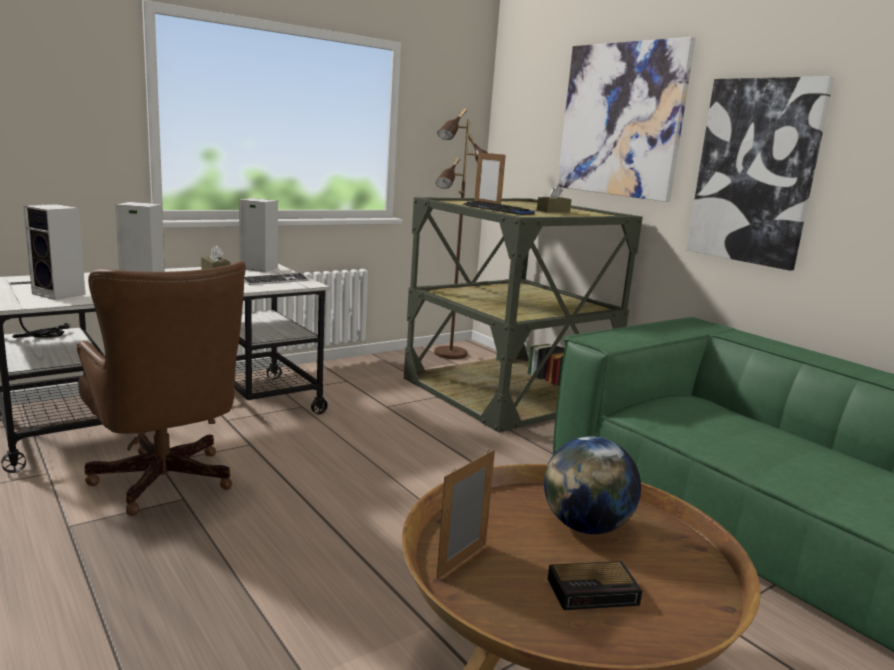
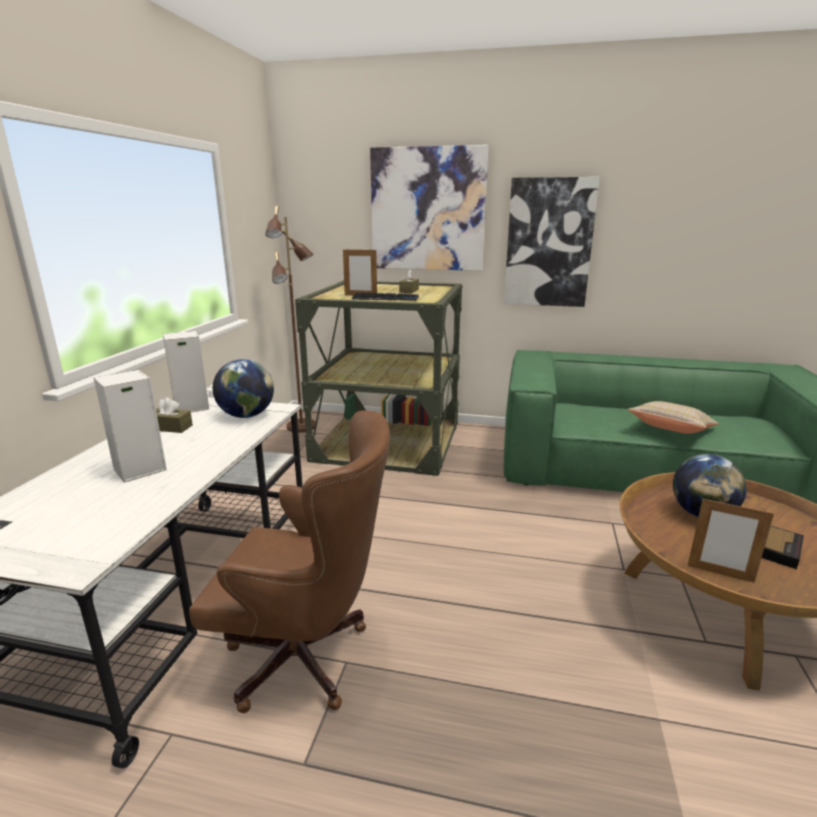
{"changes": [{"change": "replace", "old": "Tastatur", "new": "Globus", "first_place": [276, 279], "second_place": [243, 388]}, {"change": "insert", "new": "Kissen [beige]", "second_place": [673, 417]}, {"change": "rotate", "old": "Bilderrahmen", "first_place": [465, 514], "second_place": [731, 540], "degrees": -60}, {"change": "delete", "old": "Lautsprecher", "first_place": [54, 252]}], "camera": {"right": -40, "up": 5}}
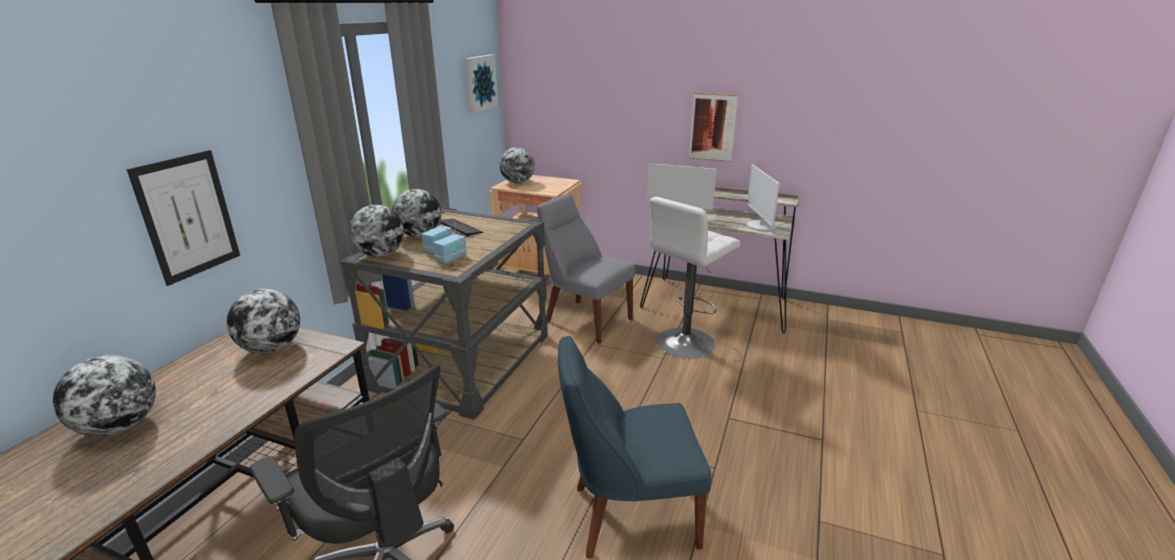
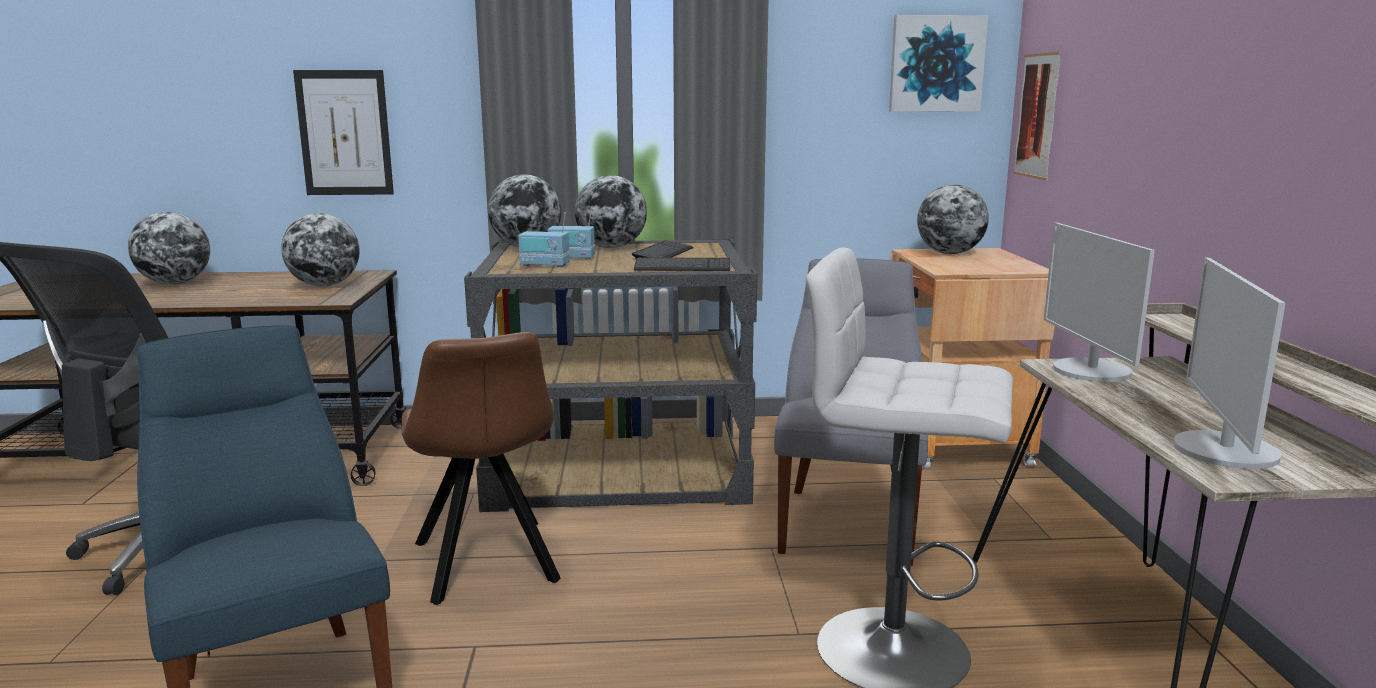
{"changes": [{"change": "insert", "new": "Stuhl [braun]", "second_place": [481, 468]}, {"change": "insert", "new": "Tastatur", "second_place": [682, 264]}, {"change": "move", "old": "Bild", "first_place": [713, 127], "second_place": [1037, 116]}, {"change": "rotate", "old": "Monitor", "first_place": [763, 198], "second_place": [1229, 363], "degrees": -45}], "camera": {"right": 65, "up": -10}}
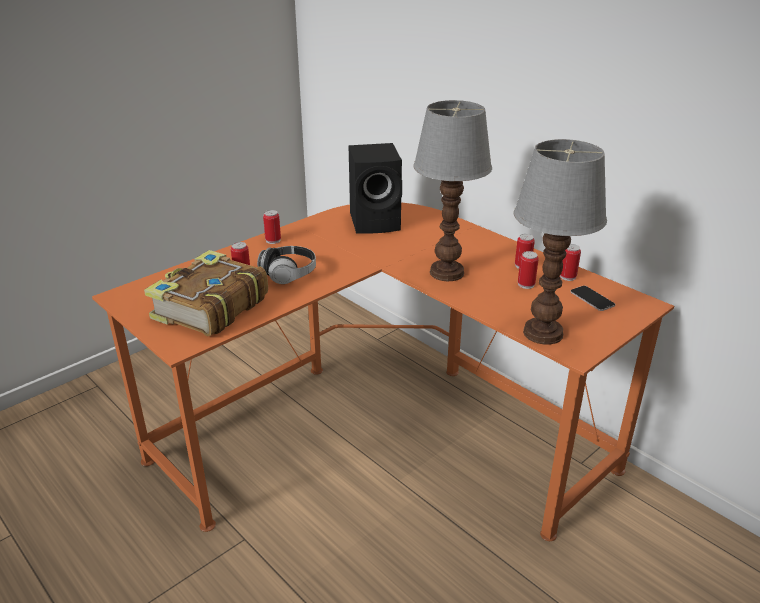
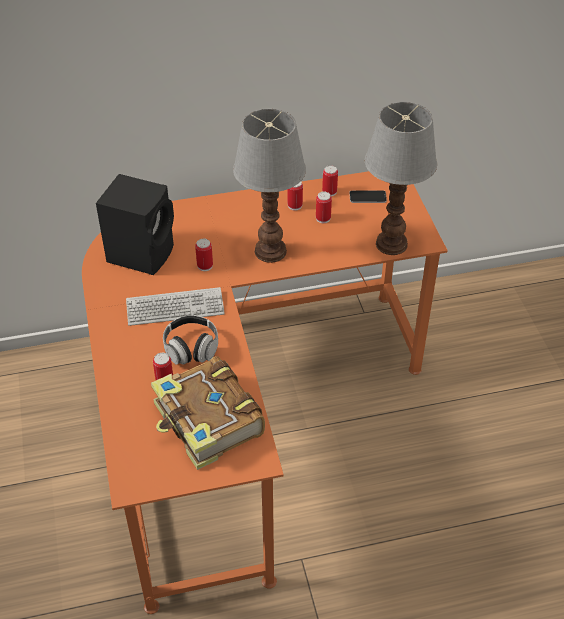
{"changes": [{"change": "insert", "new": "Tastatur", "second_place": [175, 306]}, {"change": "move", "old": "Dose", "first_place": [272, 227], "second_place": [204, 255]}], "camera": {"right": -60, "up": 15}}
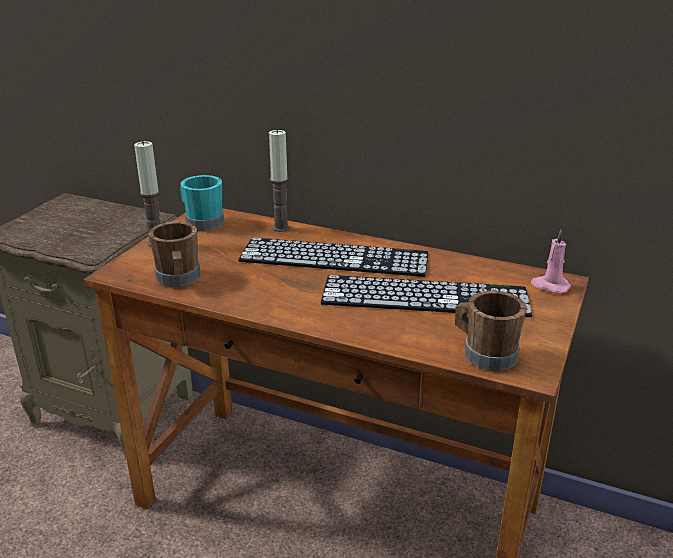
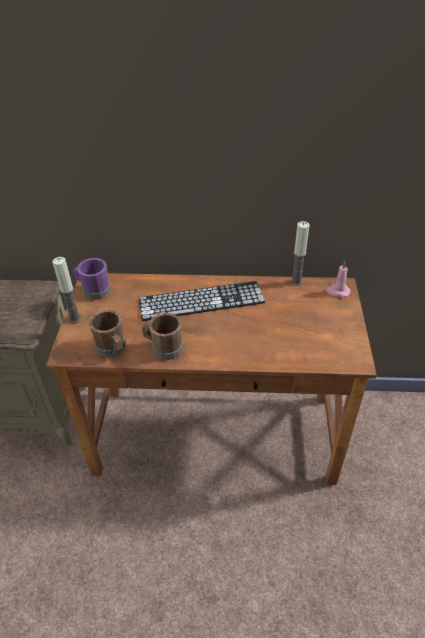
{"changes": [{"change": "recolor", "old": "Henkelbecher [türkis]", "new": "Henkelbecher [lila]", "first_place": [202, 203], "second_place": [92, 279]}, {"change": "move", "old": "Henkelbecher [braun]", "first_place": [491, 330], "second_place": [162, 336]}, {"change": "move", "old": "Kerze", "first_place": [279, 180], "second_place": [300, 253]}, {"change": "delete", "old": "Tastatur", "first_place": [426, 296]}], "camera": {"right": -20, "up": 15}}
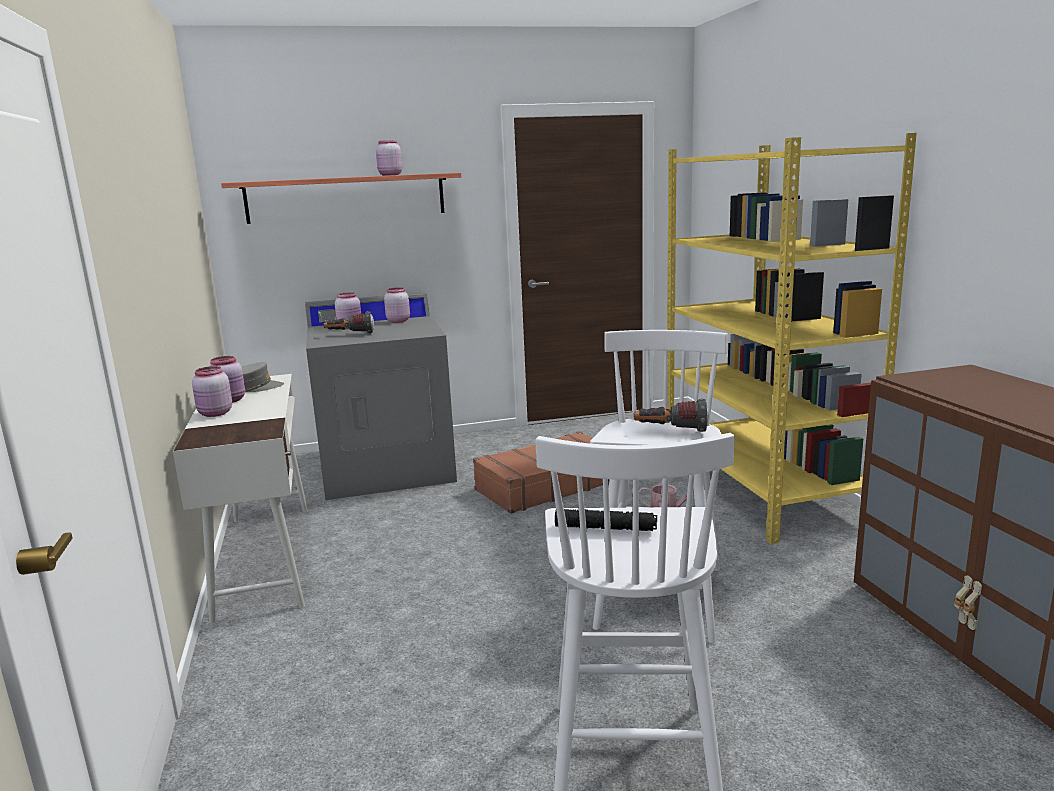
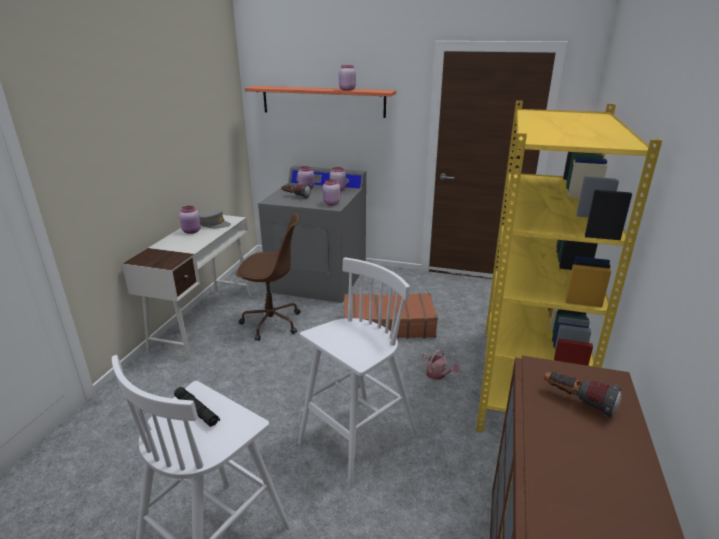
{"changes": [{"change": "insert", "new": "Bürostuhl [braun]", "second_place": [268, 277]}, {"change": "move", "old": "Vorratsglas [rosa]", "first_place": [212, 391], "second_place": [331, 192]}, {"change": "move", "old": "Taschenlampe", "first_place": [671, 415], "second_place": [582, 395]}], "camera": {"right": 30, "up": 10}}
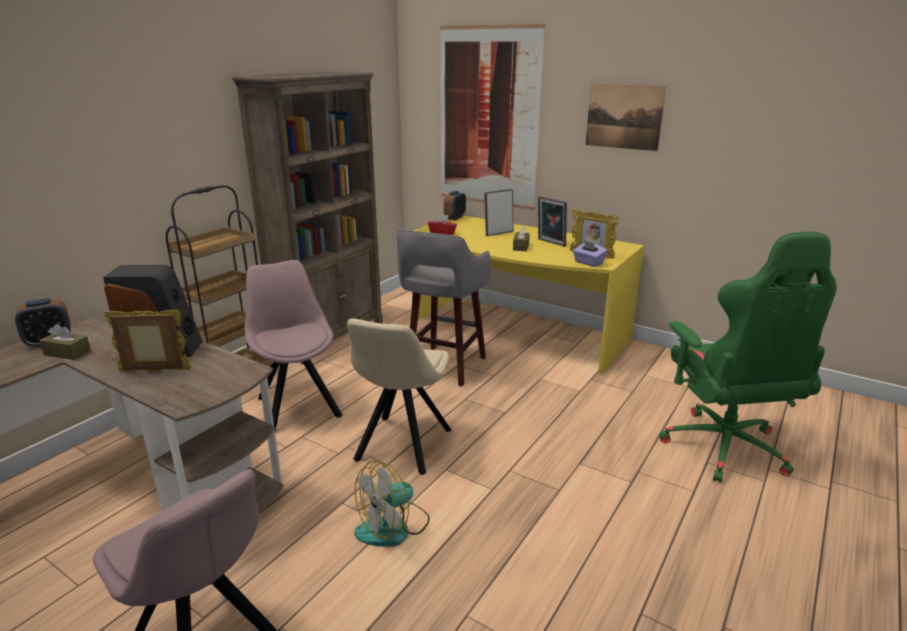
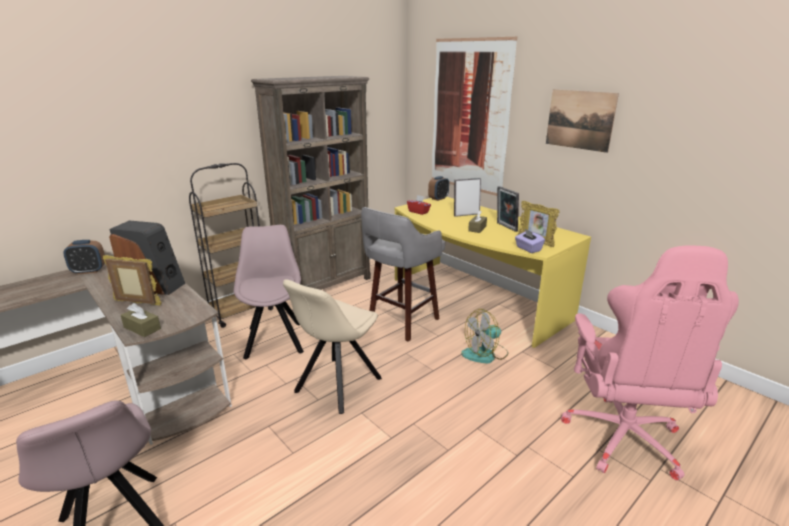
{"changes": [{"change": "move", "old": "Taschentuchbox [braun]", "first_place": [65, 342], "second_place": [141, 320]}, {"change": "move", "old": "Ventilator", "first_place": [392, 504], "second_place": [484, 336]}, {"change": "recolor", "old": "Bürostuhl [grün]", "new": "Bürostuhl [rosa]", "first_place": [748, 357], "second_place": [650, 362]}], "camera": {"right": 15, "up": 0}}
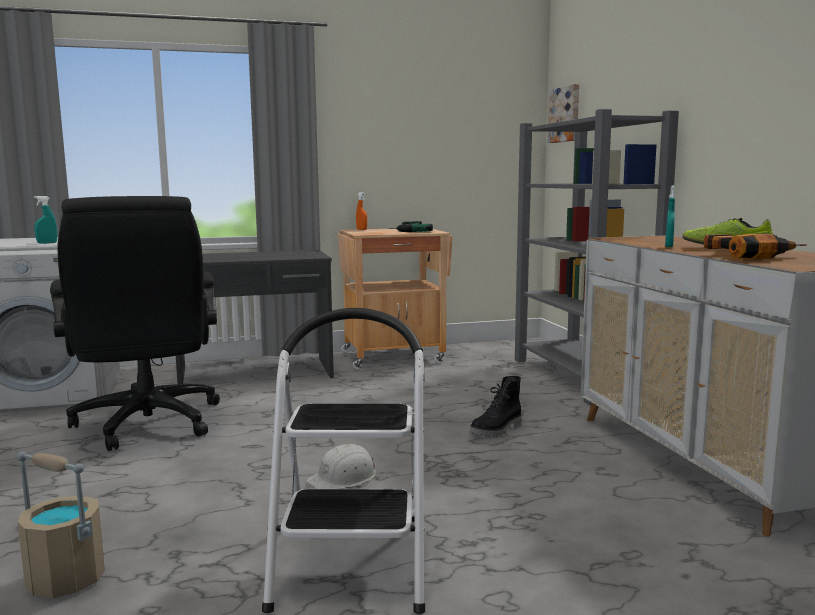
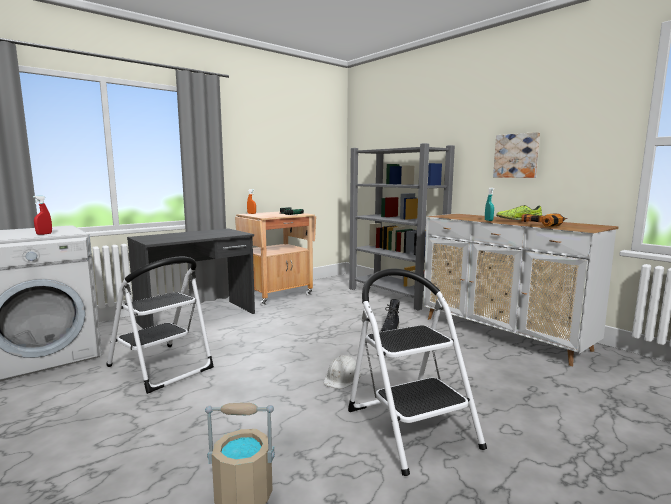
{"changes": [{"change": "recolor", "old": "Sprühflasche [türkis]", "new": "Sprühflasche [rot]", "first_place": [45, 220], "second_place": [42, 215]}, {"change": "replace", "old": "Bürostuhl [schwarz]", "new": "Trittleiter", "first_place": [135, 323], "second_place": [160, 325]}, {"change": "move", "old": "Bild", "first_place": [563, 113], "second_place": [516, 155]}], "camera": {"right": -25, "up": 0}}
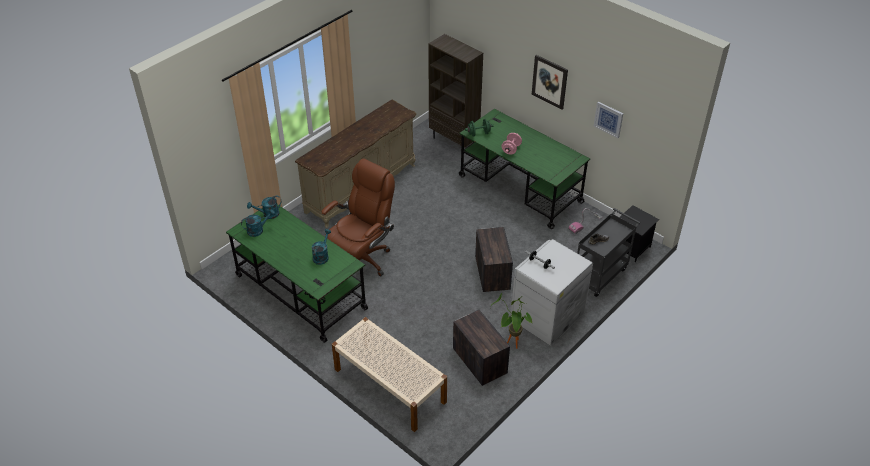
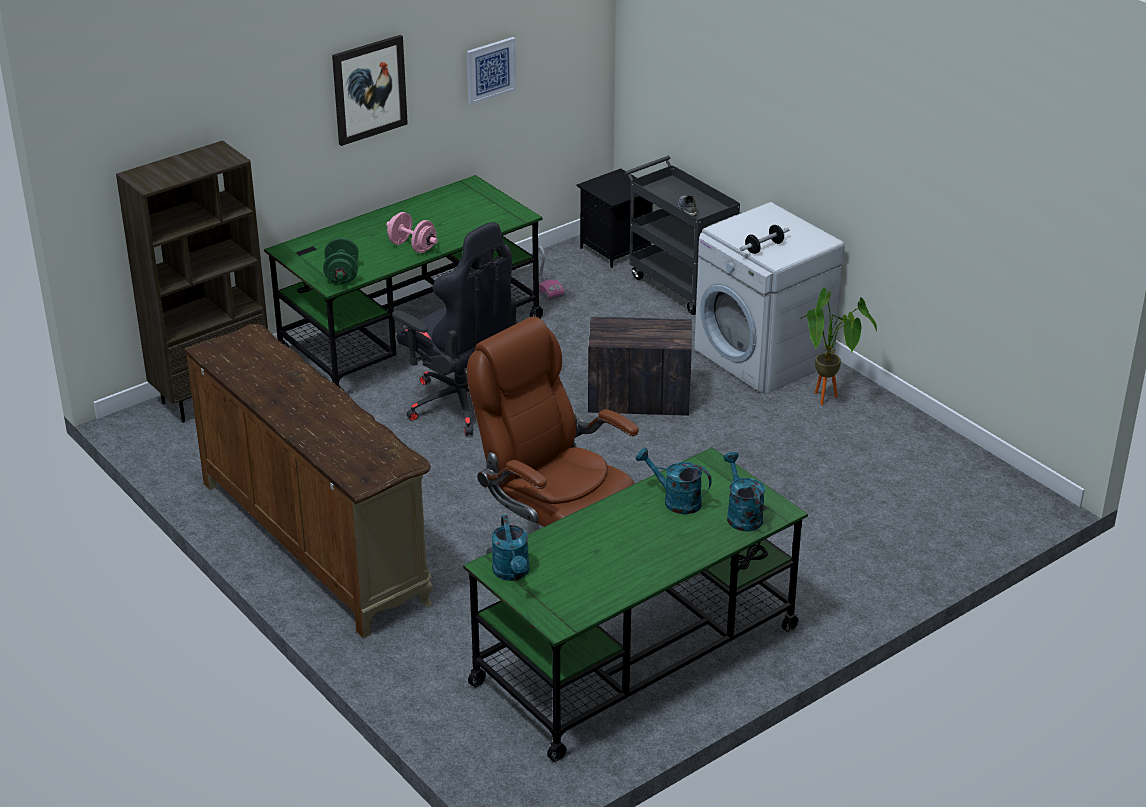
{"changes": [{"change": "insert", "new": "Bürostuhl [schwarz]", "second_place": [455, 329]}, {"change": "move", "old": "Gießkanne [türkis]", "first_place": [258, 223], "second_place": [744, 492]}, {"change": "delete", "old": "Bank [beige]", "first_place": [389, 374]}, {"change": "delete", "old": "Kiste", "first_place": [481, 348]}], "camera": {"right": -80, "up": -10}}
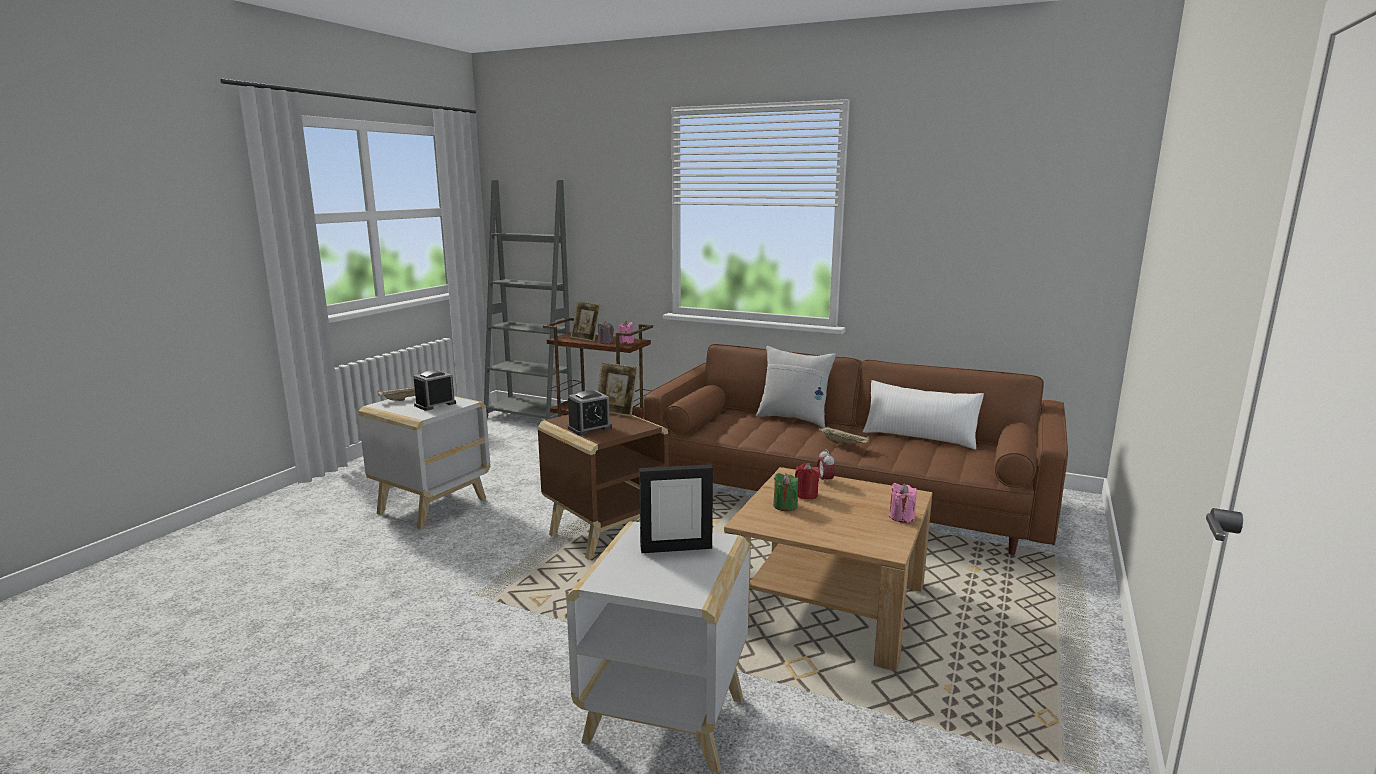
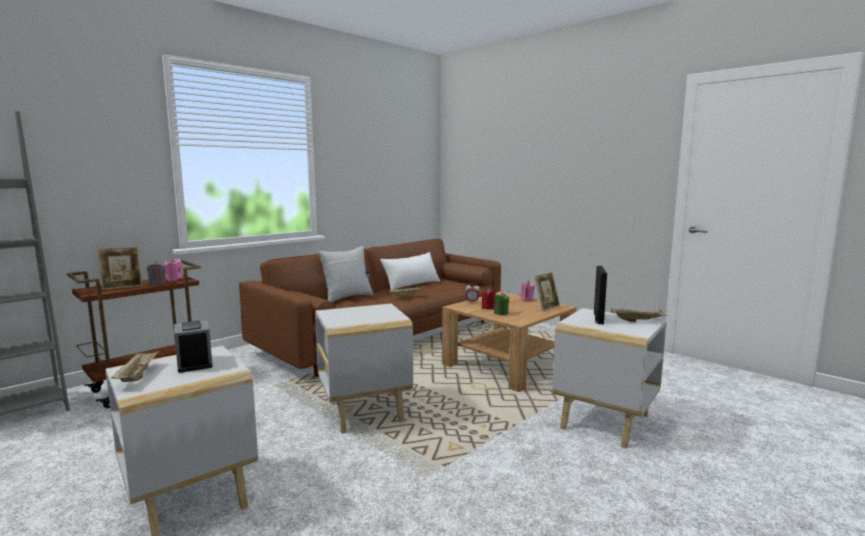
{"changes": [{"change": "recolor", "old": "Beistelltisch [braun]", "new": "Beistelltisch [weiß]", "first_place": [603, 486], "second_place": [364, 368]}, {"change": "move", "old": "Bilderrahmen", "first_place": [618, 389], "second_place": [547, 291]}, {"change": "insert", "new": "Tablett [beige]", "second_place": [638, 315]}, {"change": "delete", "old": "Wecker", "first_place": [590, 412]}], "camera": {"right": -70, "up": -5}}
